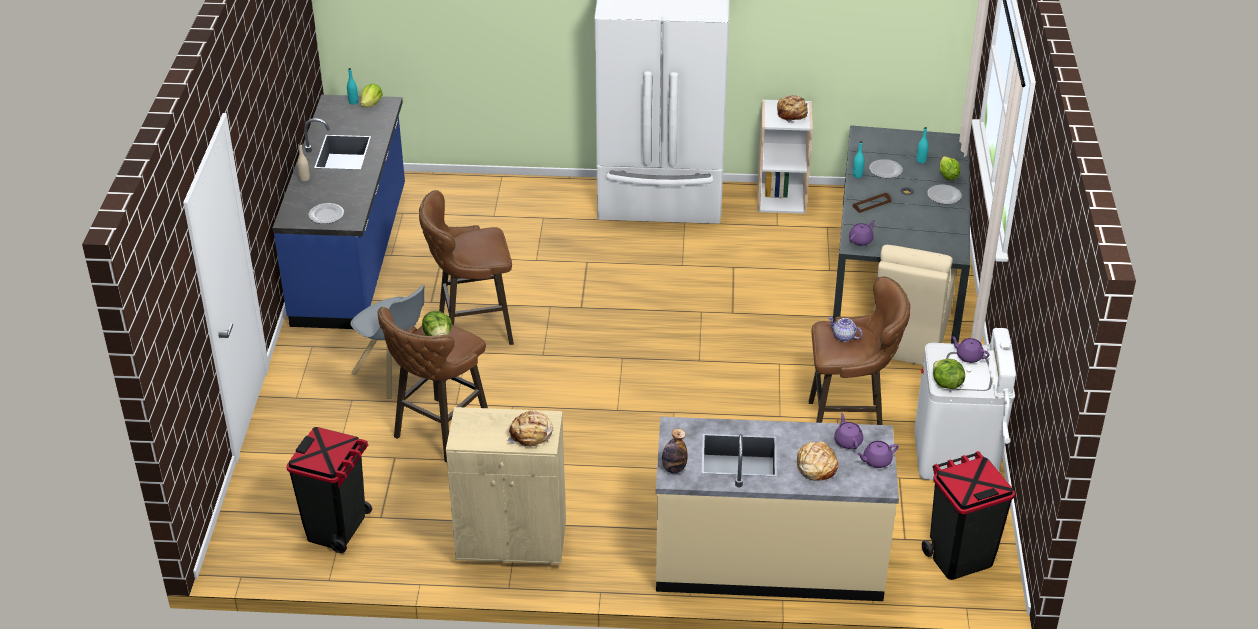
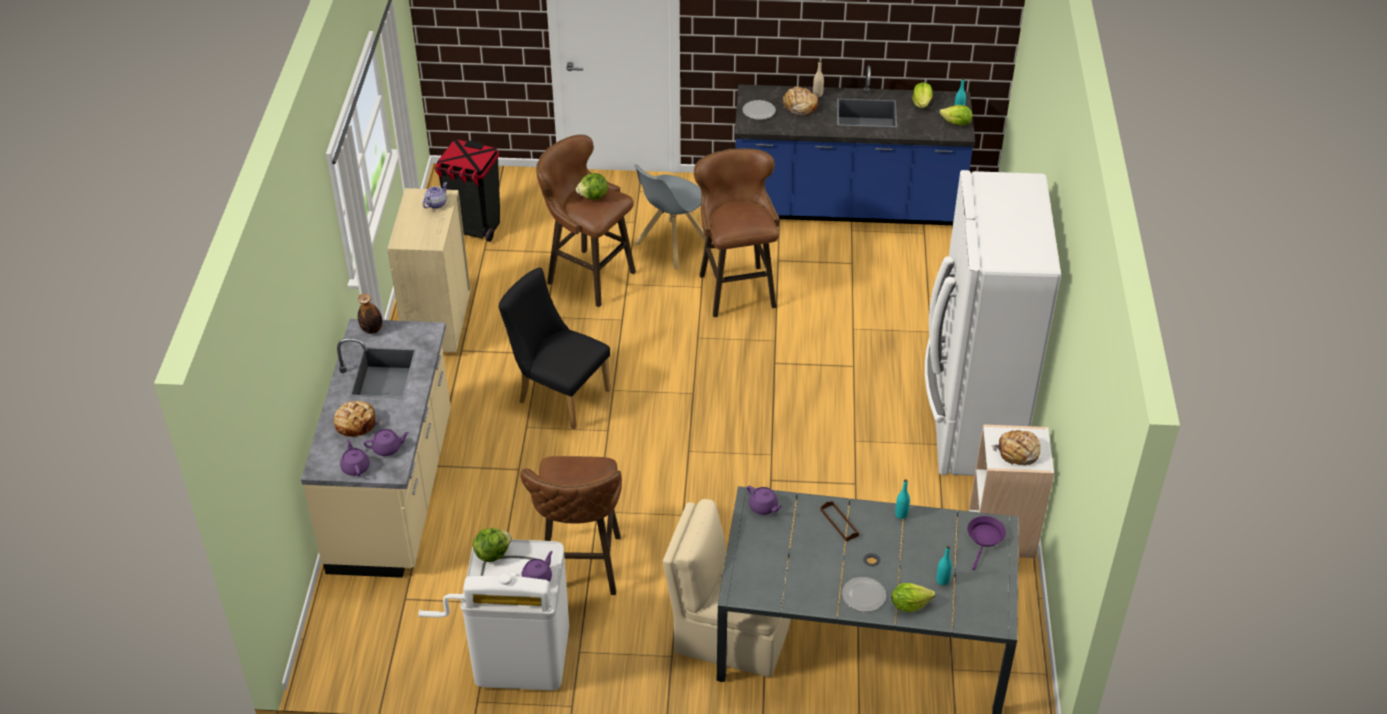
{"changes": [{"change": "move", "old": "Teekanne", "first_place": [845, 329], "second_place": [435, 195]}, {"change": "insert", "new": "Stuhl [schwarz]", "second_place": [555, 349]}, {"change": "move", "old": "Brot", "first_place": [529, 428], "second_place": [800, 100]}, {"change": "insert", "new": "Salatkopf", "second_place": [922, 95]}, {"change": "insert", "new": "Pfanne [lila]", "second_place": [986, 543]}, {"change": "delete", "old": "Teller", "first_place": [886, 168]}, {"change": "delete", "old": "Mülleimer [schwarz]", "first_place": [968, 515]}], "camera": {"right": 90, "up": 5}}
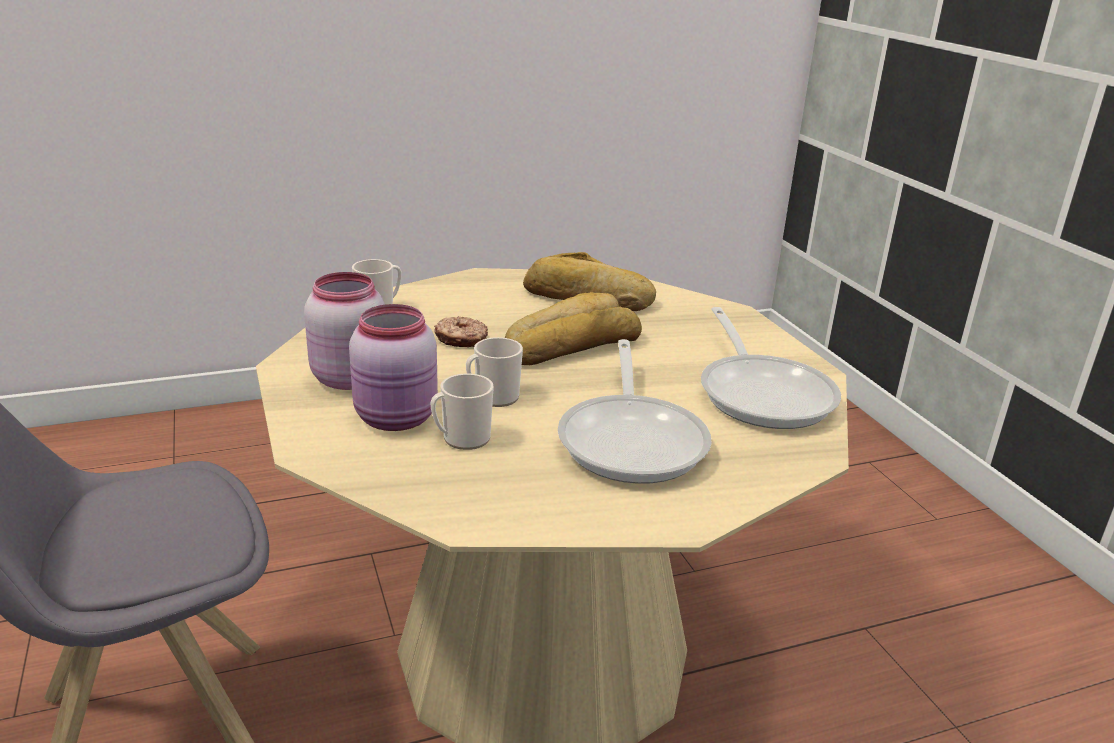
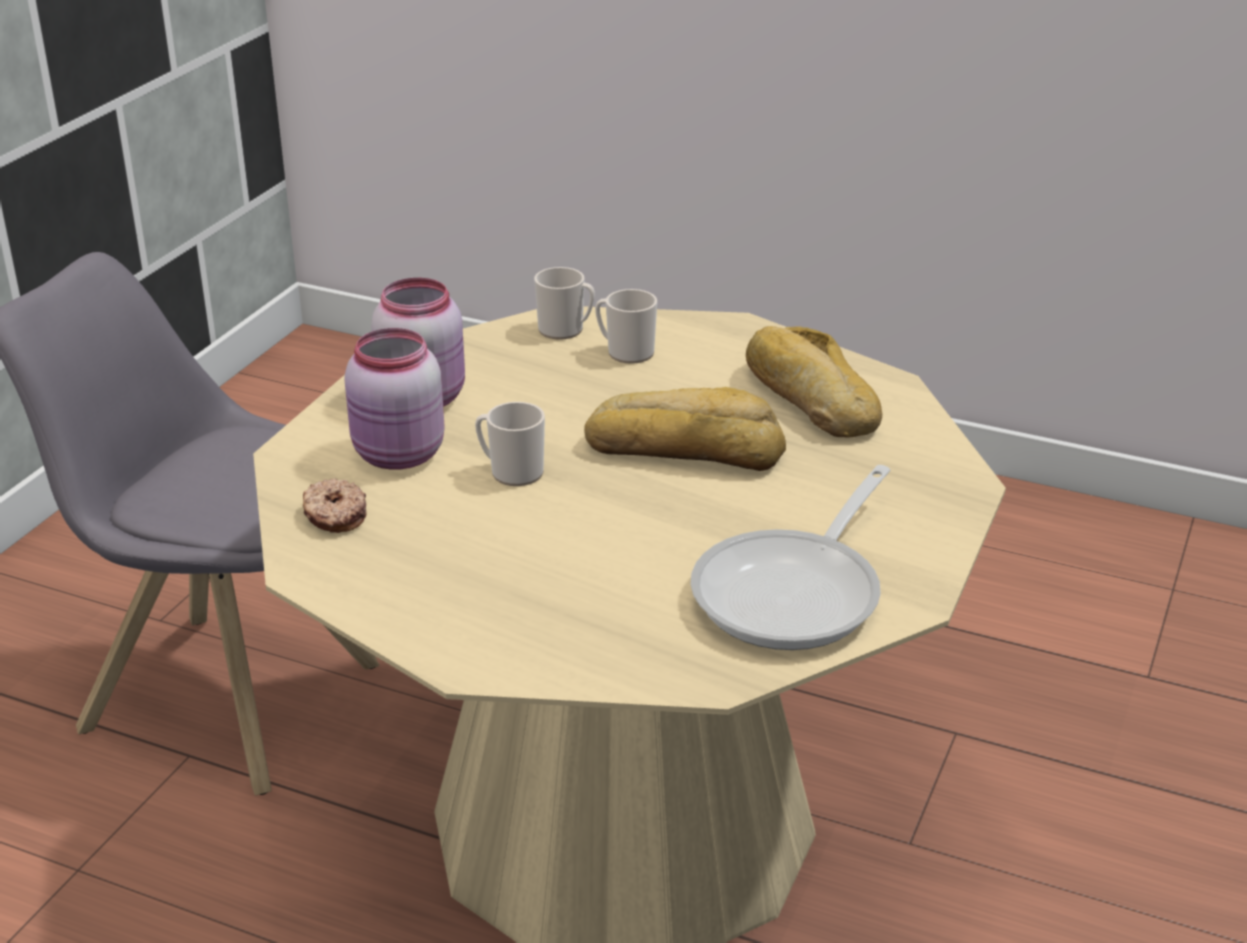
{"changes": [{"change": "move", "old": "Donut", "first_place": [461, 331], "second_place": [335, 505]}, {"change": "move", "old": "Henkelbecher", "first_place": [461, 412], "second_place": [626, 326]}, {"change": "delete", "old": "Pfanne", "first_place": [635, 411]}], "camera": {"right": 45, "up": 5}}
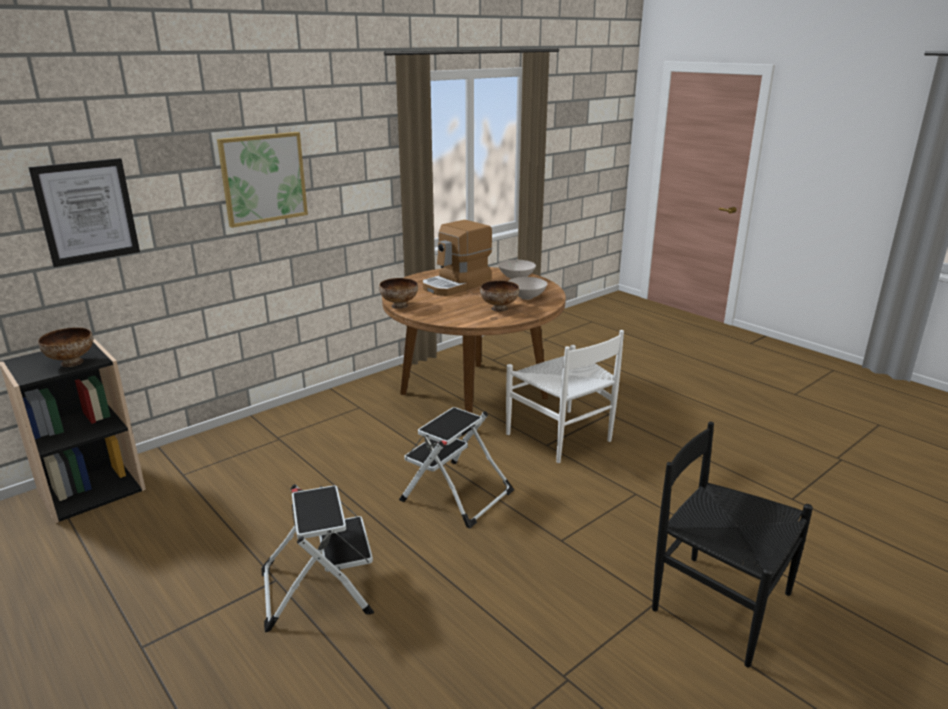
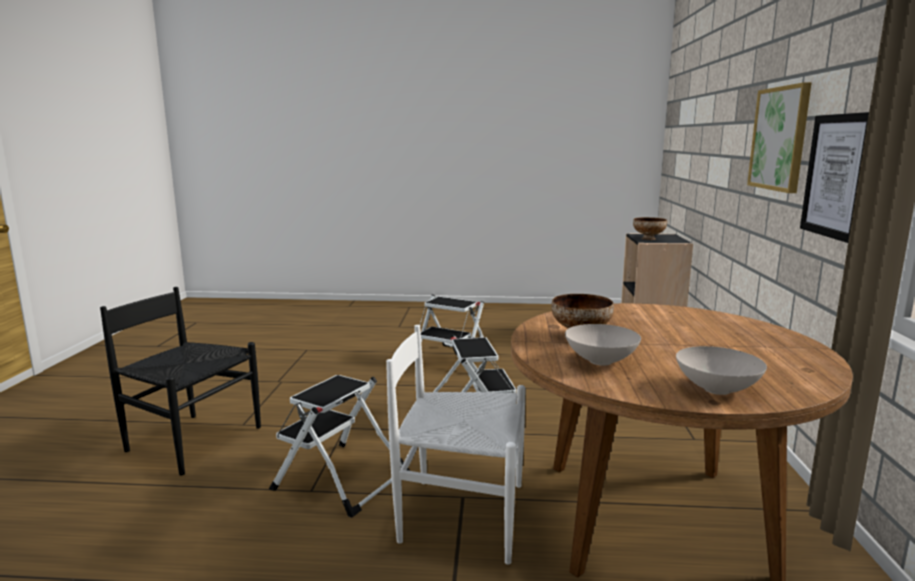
{"changes": [{"change": "rotate", "old": "Stuhl [schwarz]", "first_place": [732, 544], "second_place": [180, 381], "degrees": -150}, {"change": "insert", "new": "Trittleiter", "second_place": [339, 446]}, {"change": "move", "old": "Bild", "first_place": [84, 212], "second_place": [834, 177]}, {"change": "delete", "old": "Schüssel", "first_place": [398, 293]}, {"change": "delete", "old": "Kaffeemaschine", "first_place": [457, 258]}], "camera": {"right": 135, "up": -10}}
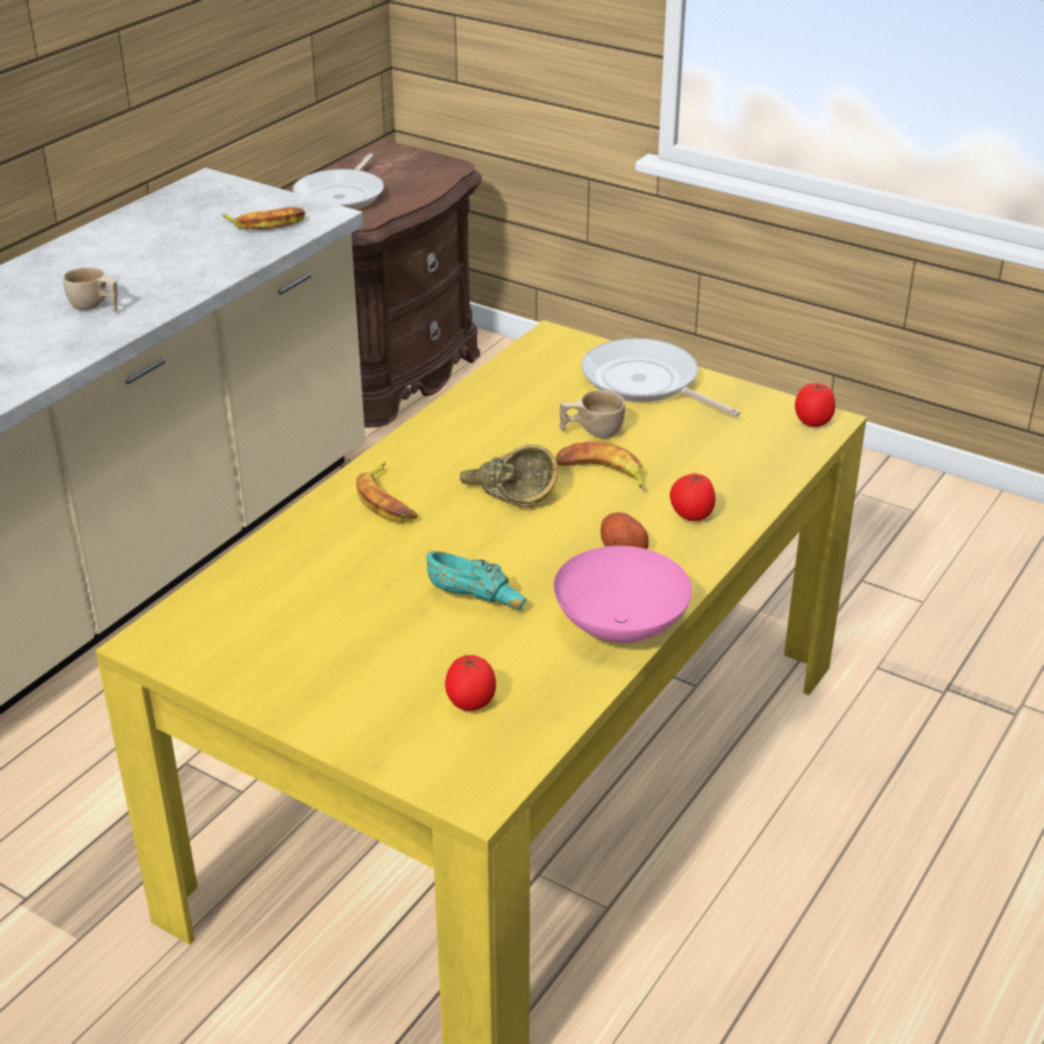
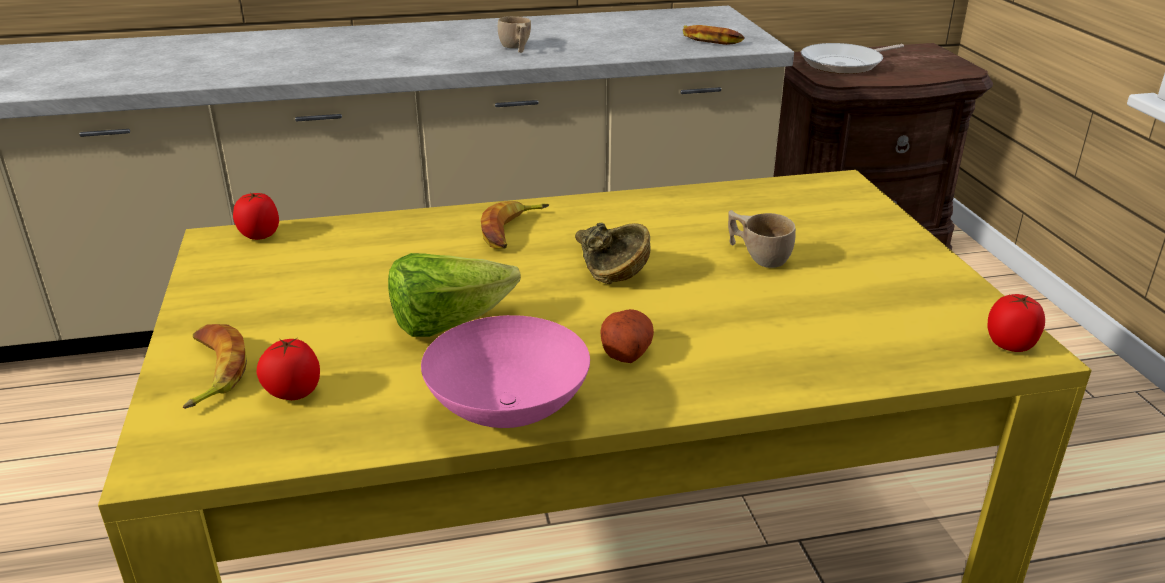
{"changes": [{"change": "move", "old": "Banane", "first_place": [600, 466], "second_place": [215, 366]}, {"change": "move", "old": "Tomate", "first_place": [692, 497], "second_place": [256, 216]}, {"change": "replace", "old": "Schüssel [türkis]", "new": "Salatkopf", "first_place": [476, 580], "second_place": [454, 295]}, {"change": "delete", "old": "Pfanne", "first_place": [660, 377]}], "camera": {"right": 45, "up": -5}}
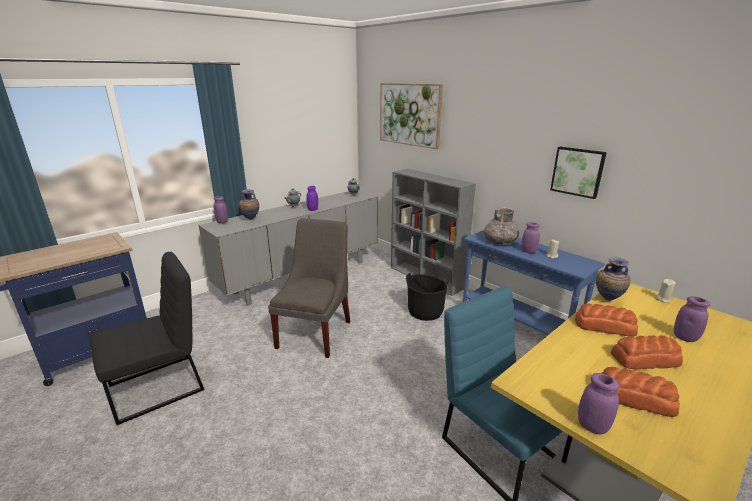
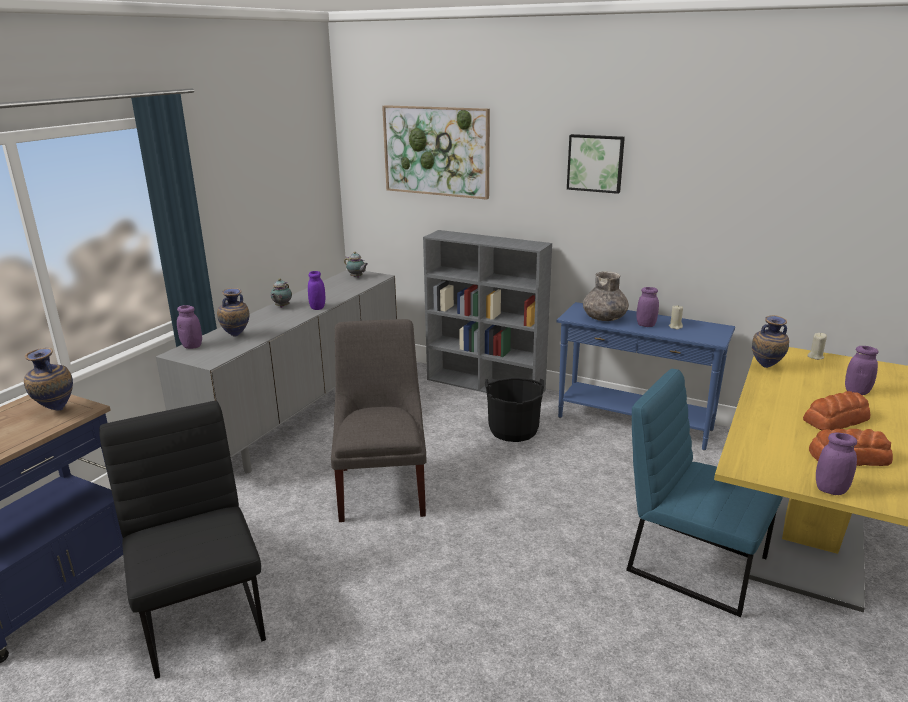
{"changes": [{"change": "insert", "new": "Vase", "second_place": [48, 379]}, {"change": "rotate", "old": "Stuhl [schwarz]", "first_place": [147, 338], "second_place": [182, 540], "degrees": -60}, {"change": "move", "old": "Bild", "first_place": [578, 173], "second_place": [596, 164]}, {"change": "delete", "old": "Brot", "first_place": [606, 320]}], "camera": {"right": -20, "up": 0}}
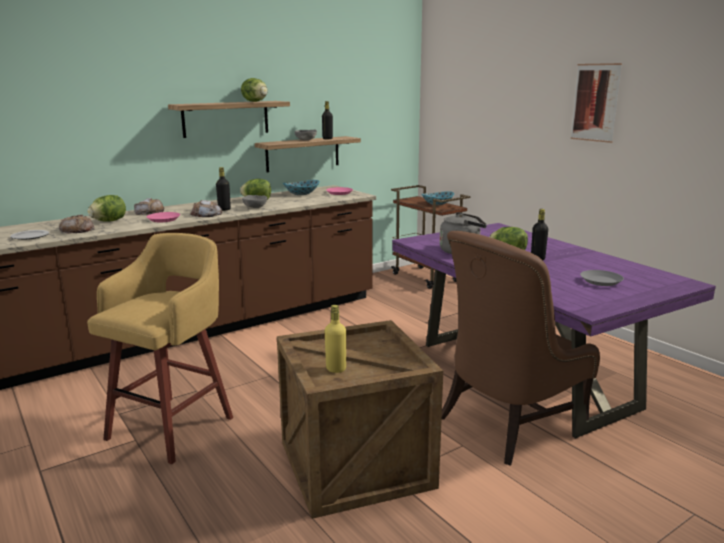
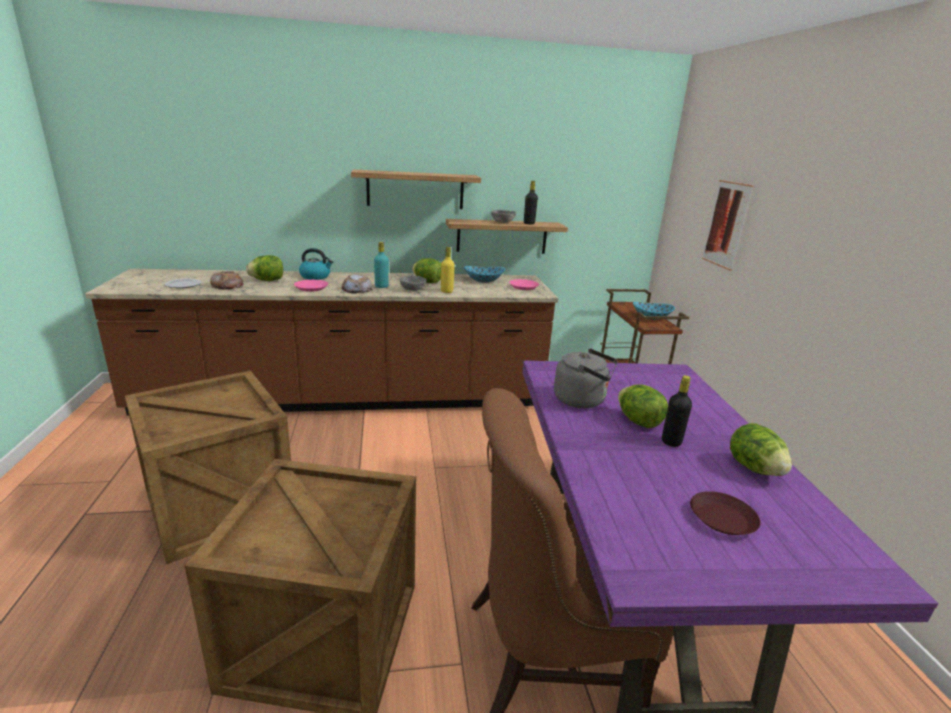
{"changes": [{"change": "replace", "old": "Hocker [gelb]", "new": "Kiste", "first_place": [160, 348], "second_place": [208, 467]}, {"change": "replace", "old": "Brot", "new": "Wasserkessel", "first_place": [149, 206], "second_place": [316, 264]}, {"change": "recolor", "old": "Flasche [schwarz]", "new": "Flasche [türkis]", "first_place": [223, 189], "second_place": [381, 265]}, {"change": "move", "old": "Flasche [gelb]", "first_place": [335, 339], "second_place": [448, 270]}, {"change": "recolor", "old": "Teller [grau]", "new": "Teller [braun]", "first_place": [602, 278], "second_place": [725, 513]}, {"change": "move", "old": "Bild", "first_place": [596, 103], "second_place": [728, 225]}, {"change": "move", "old": "Salatkopf", "first_place": [254, 90], "second_place": [761, 449]}], "camera": {"right": 25, "up": 5}}
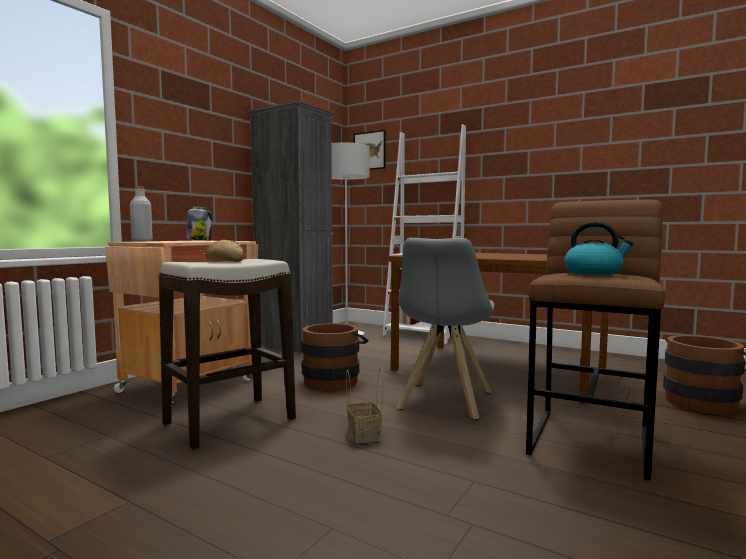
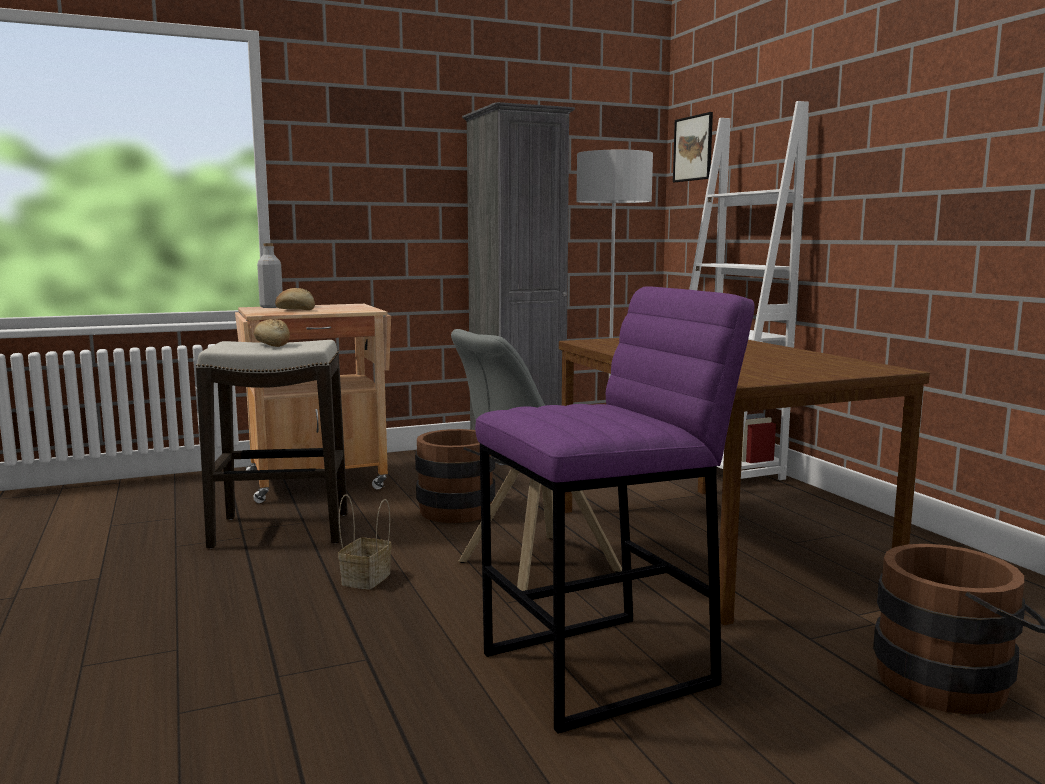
{"changes": [{"change": "insert", "new": "Brot", "second_place": [295, 299]}, {"change": "recolor", "old": "Hocker [braun]", "new": "Hocker [lila]", "first_place": [595, 340], "second_place": [615, 510]}, {"change": "delete", "old": "Vorratsglas", "first_place": [199, 223]}, {"change": "delete", "old": "Wasserkessel", "first_place": [599, 248]}], "camera": {"right": 35, "up": 5}}
